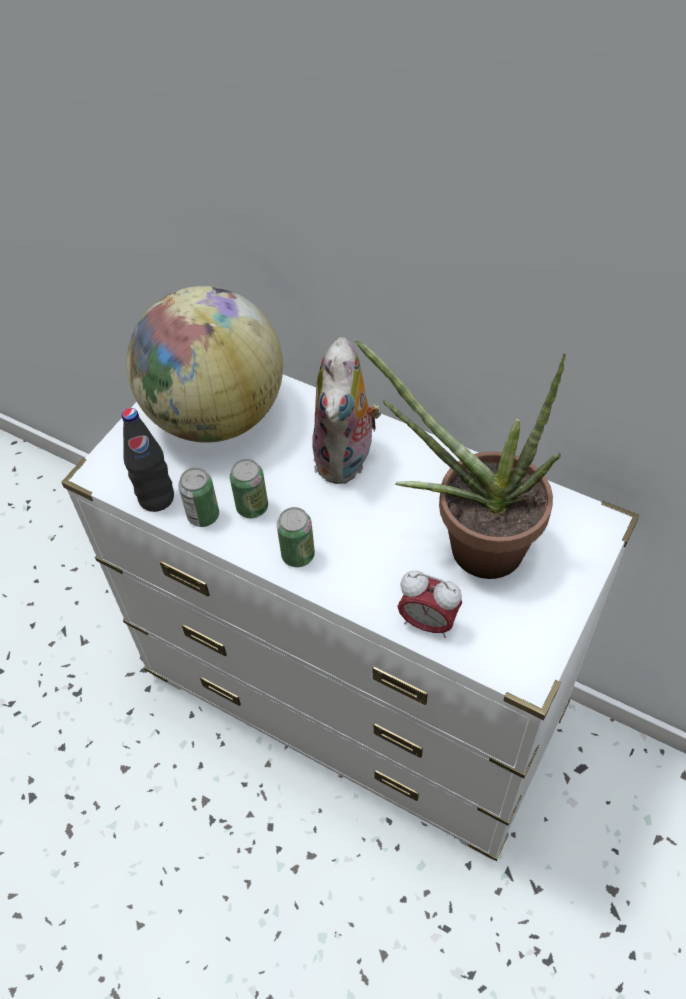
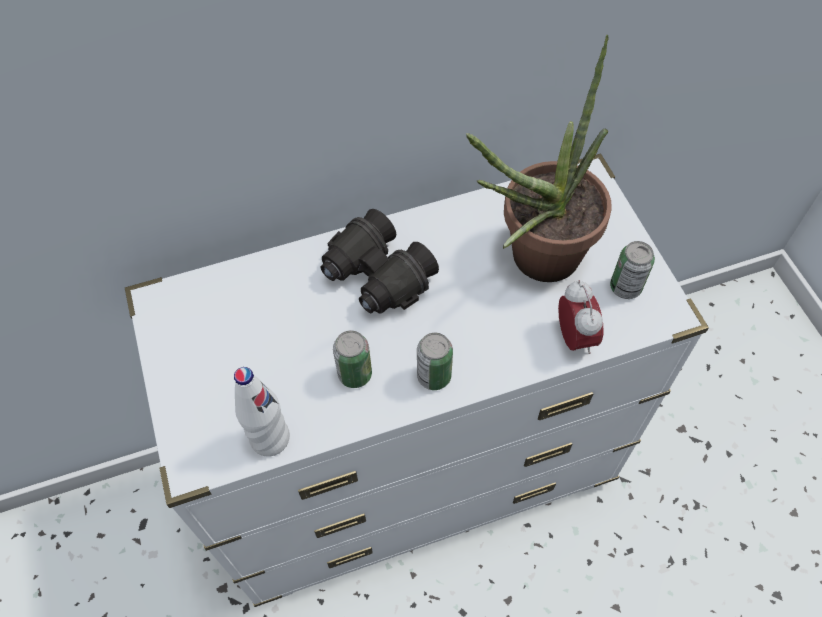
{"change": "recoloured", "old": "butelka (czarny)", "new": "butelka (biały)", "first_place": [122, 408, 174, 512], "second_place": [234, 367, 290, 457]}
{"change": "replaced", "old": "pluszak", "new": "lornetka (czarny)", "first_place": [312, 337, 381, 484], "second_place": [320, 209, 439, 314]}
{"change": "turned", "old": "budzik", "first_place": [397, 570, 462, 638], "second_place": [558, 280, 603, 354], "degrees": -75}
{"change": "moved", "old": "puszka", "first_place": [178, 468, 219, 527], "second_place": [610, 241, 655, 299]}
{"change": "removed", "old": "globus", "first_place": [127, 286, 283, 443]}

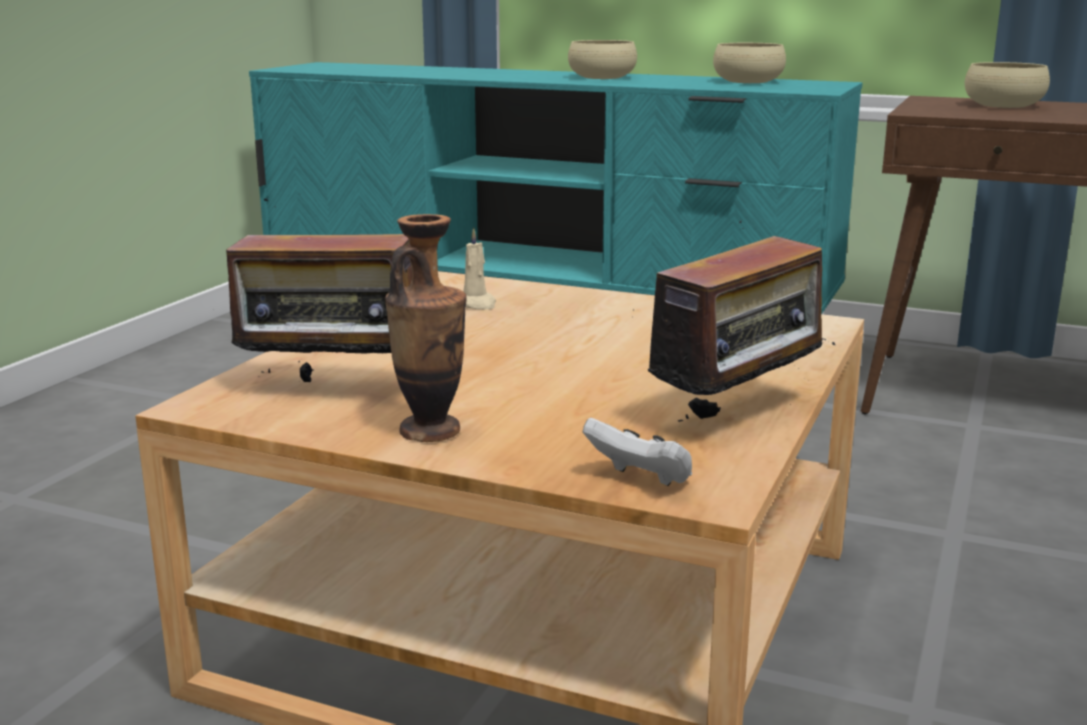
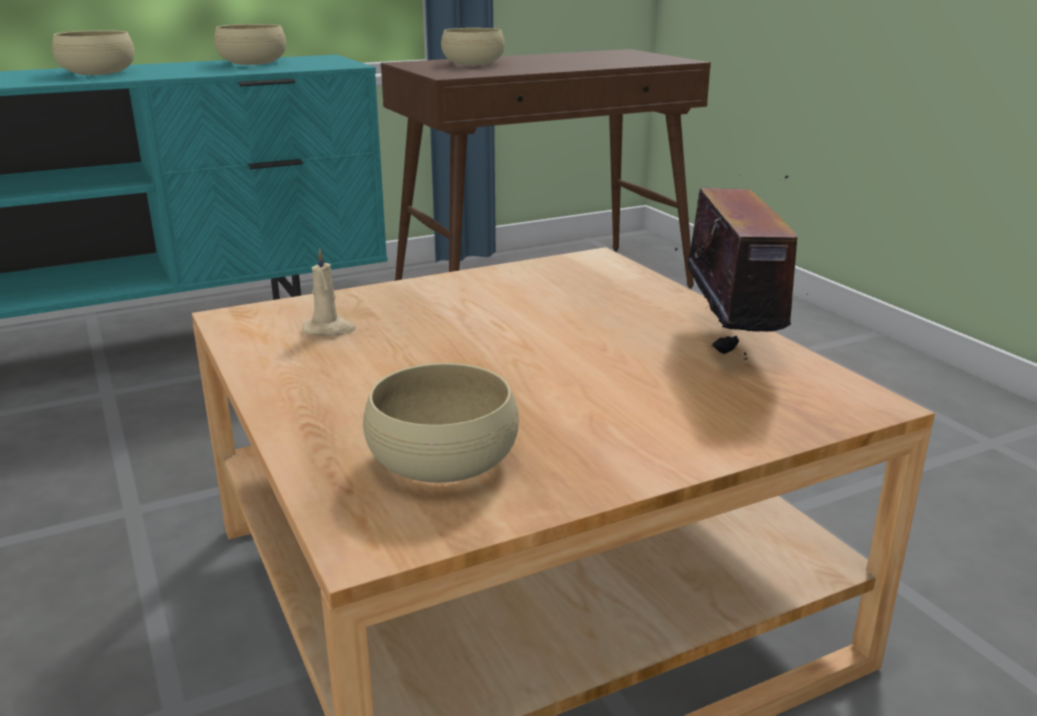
{"change": "replaced", "old": "radio", "new": "miska (beżowy)", "first_place": [226, 193, 412, 382], "second_place": [363, 363, 519, 483]}
{"change": "removed", "old": "wazon", "first_place": [385, 214, 467, 442]}
{"change": "removed", "old": "pad do gier (biały)", "first_place": [582, 418, 692, 486]}

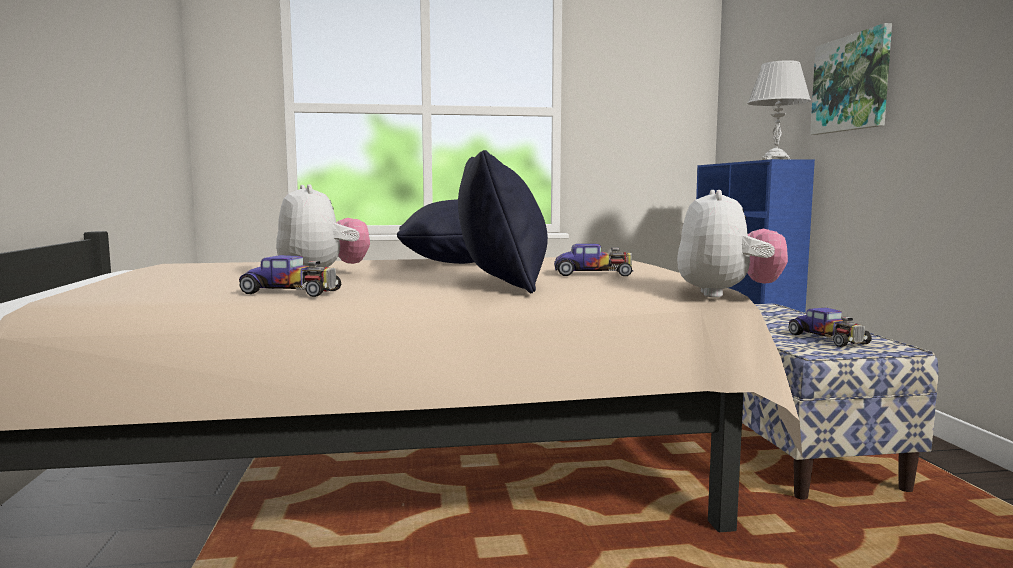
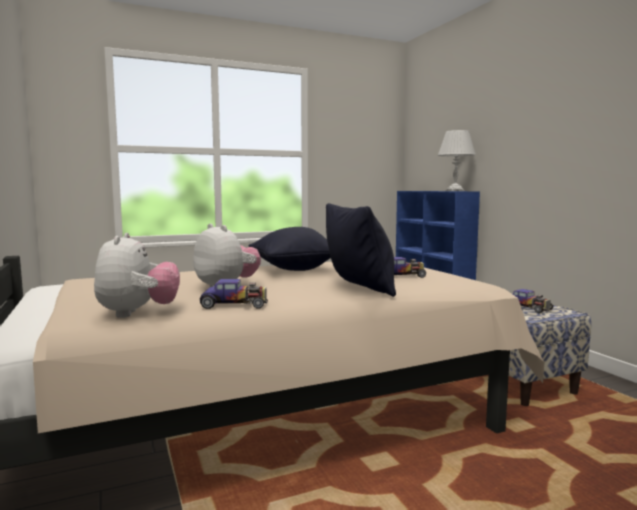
{"change": "moved", "old": "pluszak", "first_place": [677, 190, 788, 298], "second_place": [94, 233, 180, 318]}
{"change": "removed", "old": "obraz", "first_place": [810, 23, 892, 135]}

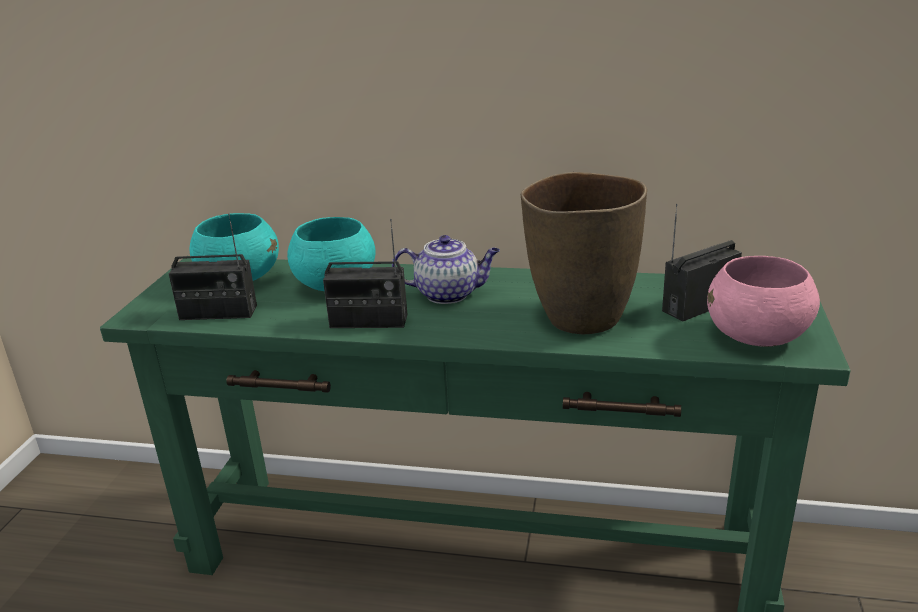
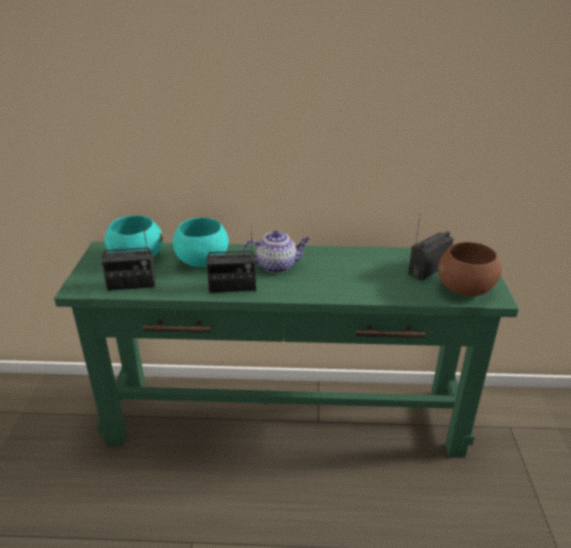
{"change": "recoloured", "old": "miska (różowy)", "new": "miska (brązowy)", "first_place": [707, 256, 820, 347], "second_place": [438, 242, 502, 296]}
{"change": "removed", "old": "wazon (brązowy)", "first_place": [521, 172, 647, 334]}

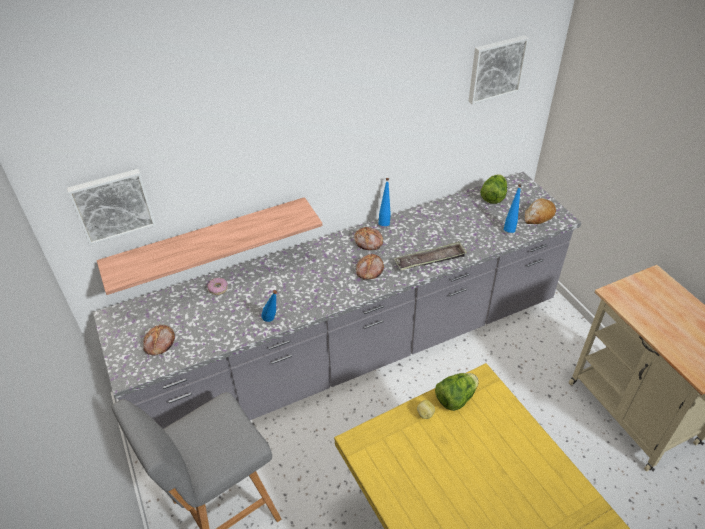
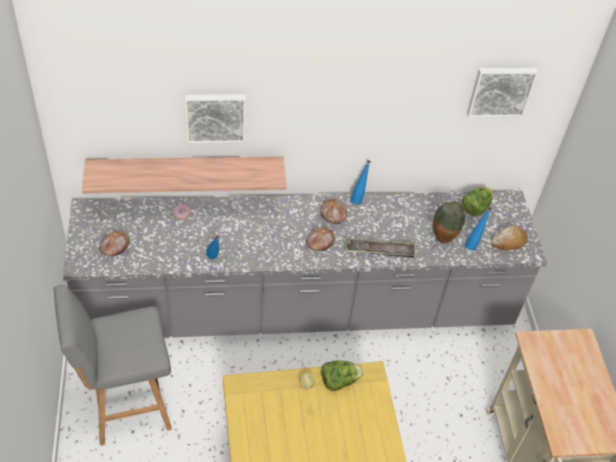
{"change": "moved", "old": "obraz", "first_place": [67, 169, 156, 245], "second_place": [185, 94, 246, 144]}
{"change": "added", "new": "wazon", "second_place": [433, 201, 465, 243]}

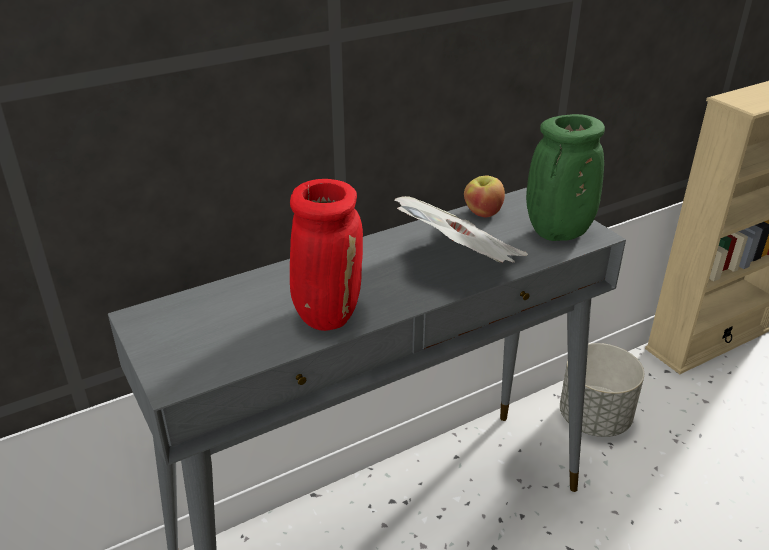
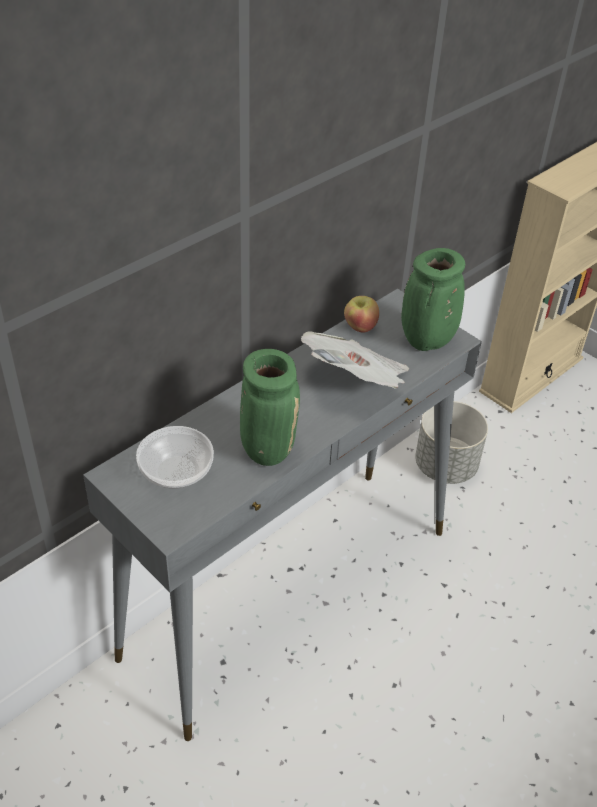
{"change": "added", "new": "miska", "second_place": [136, 426, 214, 489]}
{"change": "recoloured", "old": "wazon (czerwony)", "new": "wazon (zielony)", "first_place": [290, 179, 363, 331], "second_place": [240, 349, 300, 466]}

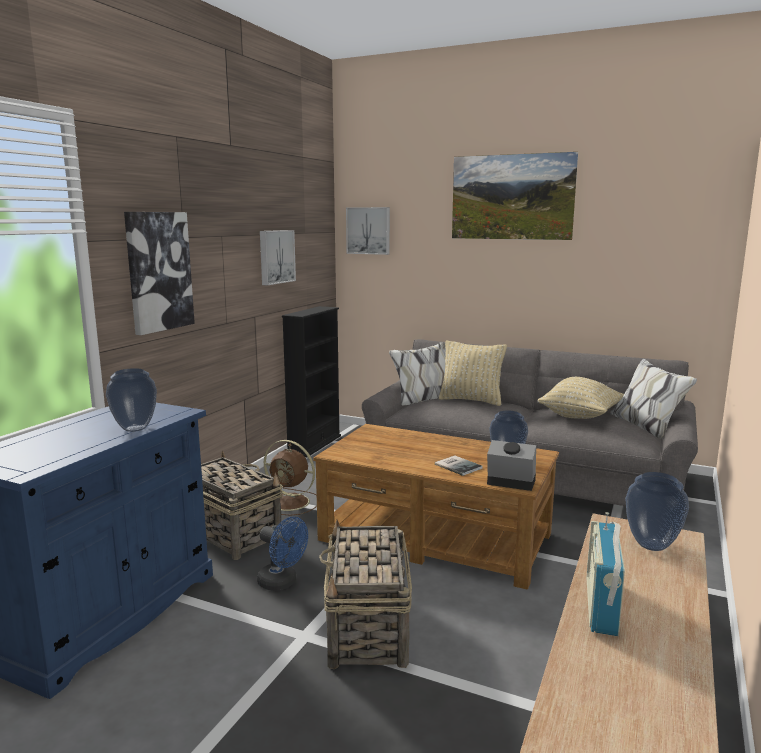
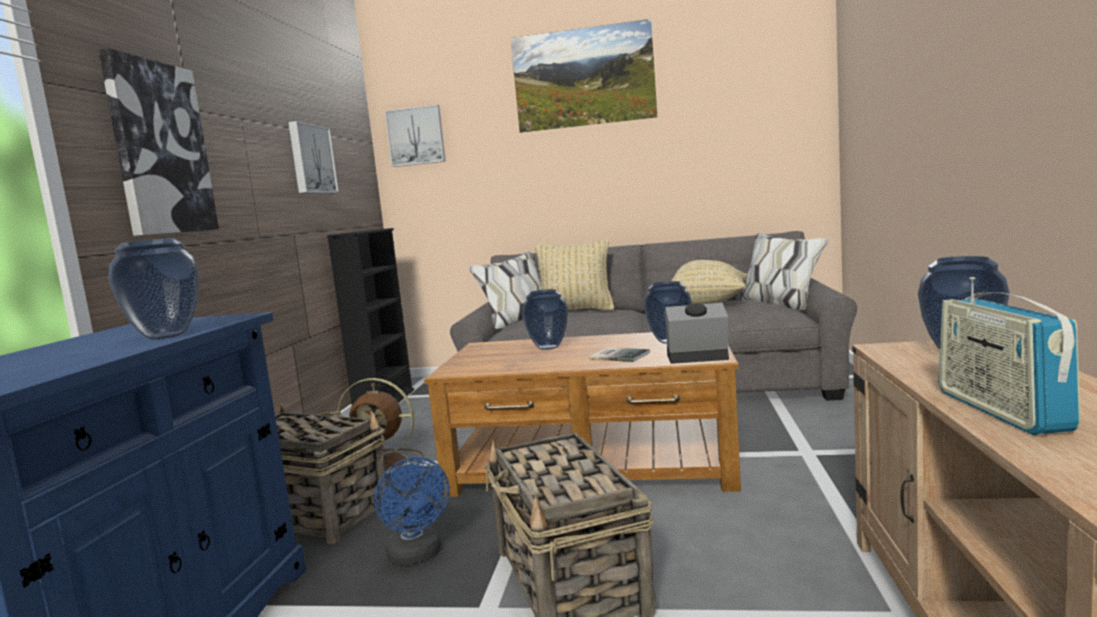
{"change": "turned", "old": "wentylator (niebieski)", "first_place": [257, 517, 308, 591], "second_place": [374, 457, 450, 565], "degrees": 45}
{"change": "added", "new": "wazon", "second_place": [522, 289, 568, 350]}

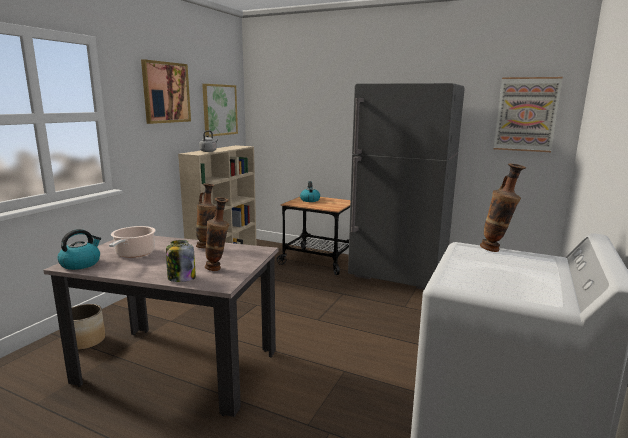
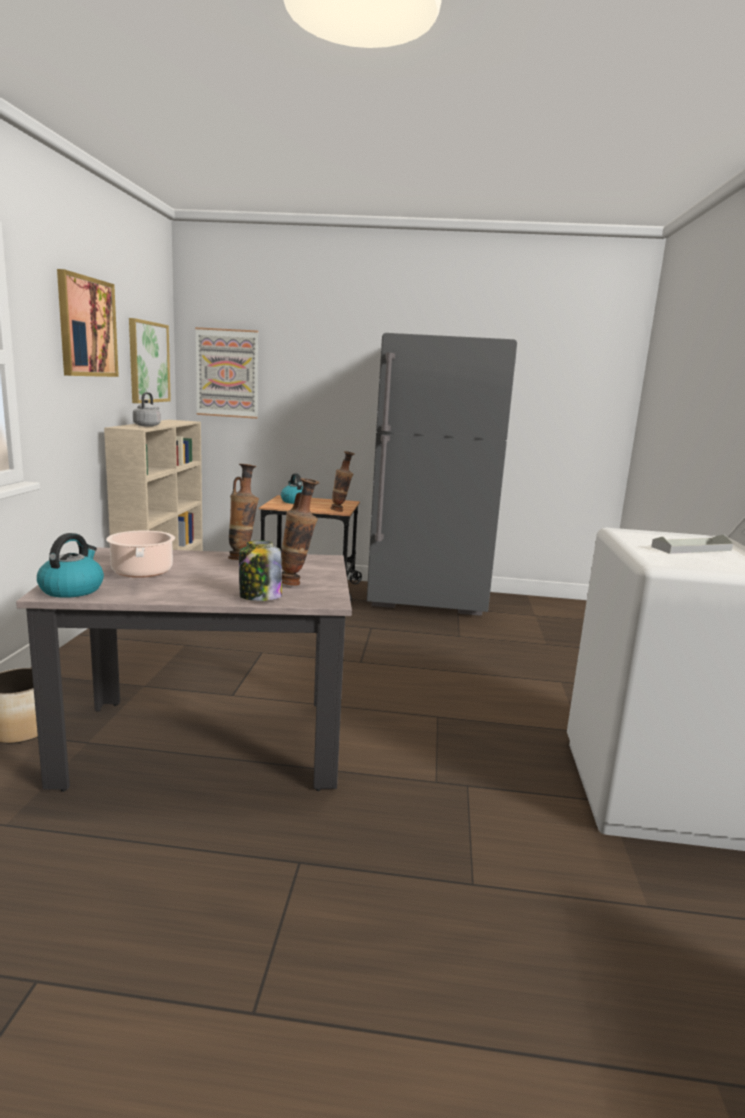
{"change": "moved", "old": "obraz", "first_place": [494, 77, 563, 152], "second_place": [195, 327, 258, 419]}
{"change": "moved", "old": "wazon", "first_place": [480, 163, 526, 252], "second_place": [330, 451, 355, 512]}
{"change": "added", "new": "taca (szary)", "second_place": [651, 534, 733, 554]}

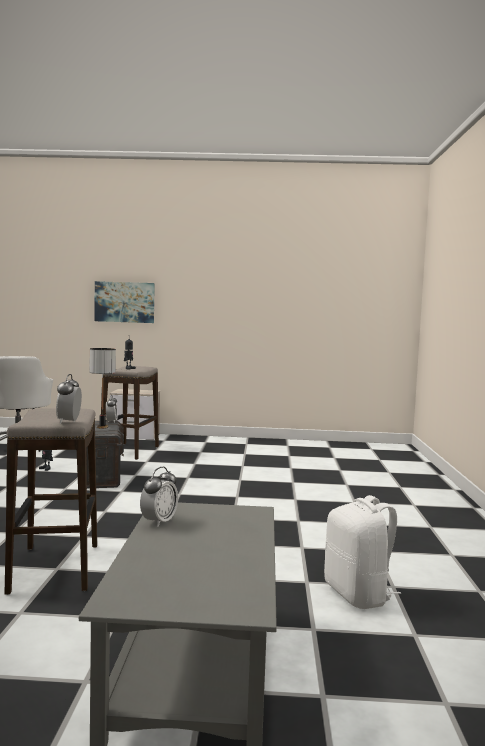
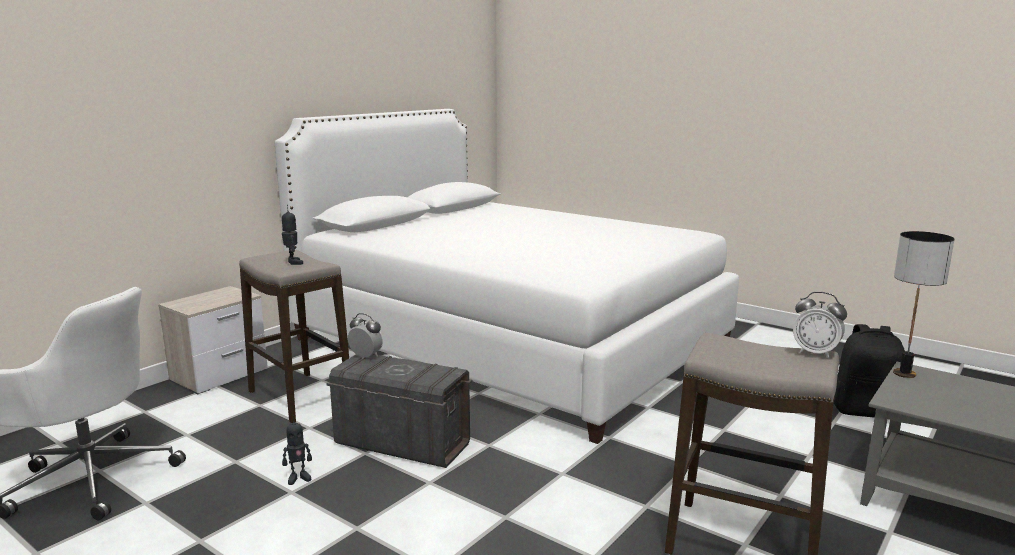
{"change": "added", "new": "łóżko (biały)", "second_place": [275, 109, 739, 444]}
{"change": "recoloured", "old": "plecak (biały)", "new": "plecak (czarny)", "first_place": [324, 495, 401, 609], "second_place": [834, 324, 905, 418]}
{"change": "moved", "old": "lampa stołowa", "first_place": [90, 348, 116, 428], "second_place": [893, 231, 954, 378]}
{"change": "removed", "old": "obraz", "first_place": [94, 281, 155, 323]}
{"change": "removed", "old": "budzik", "first_place": [140, 467, 178, 527]}

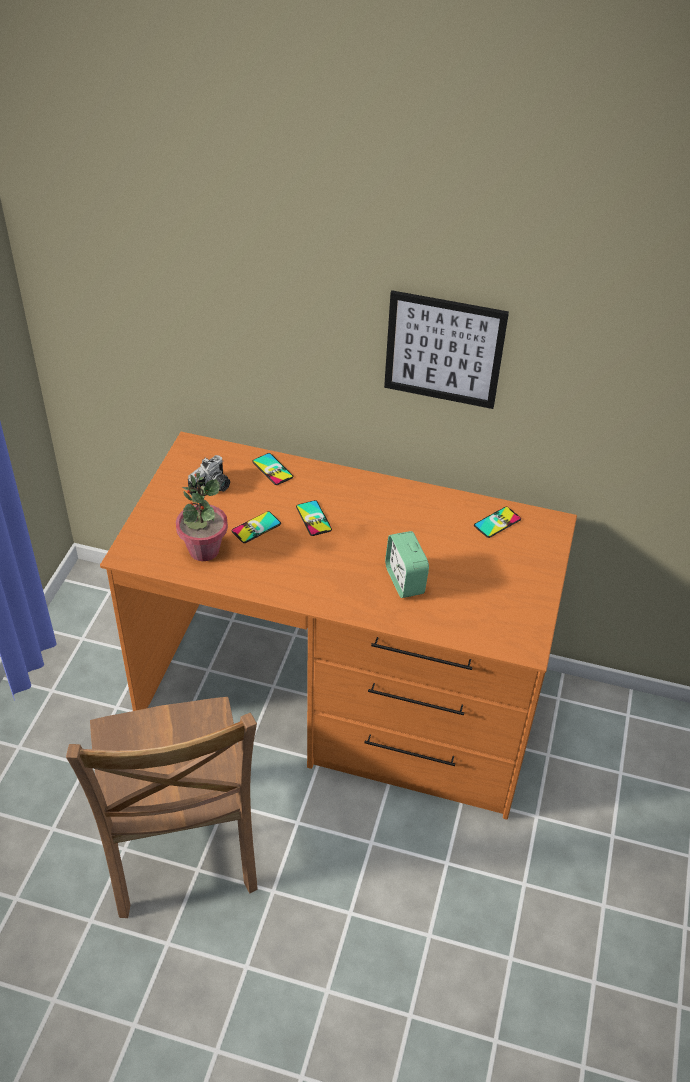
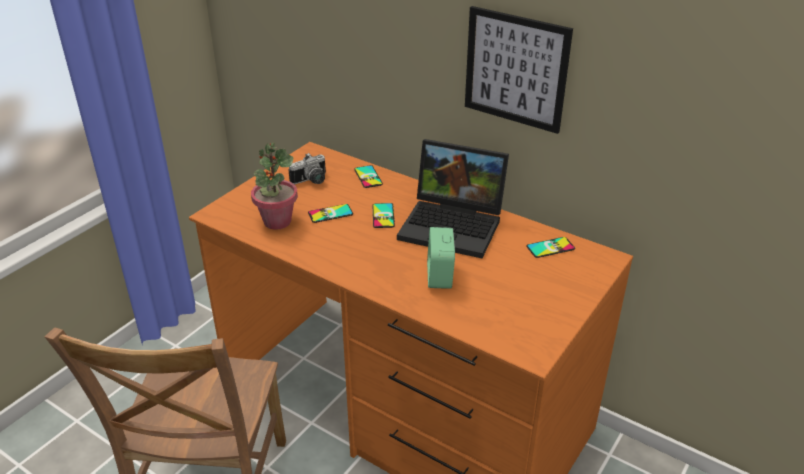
{"change": "added", "new": "laptop", "second_place": [397, 139, 509, 258]}

